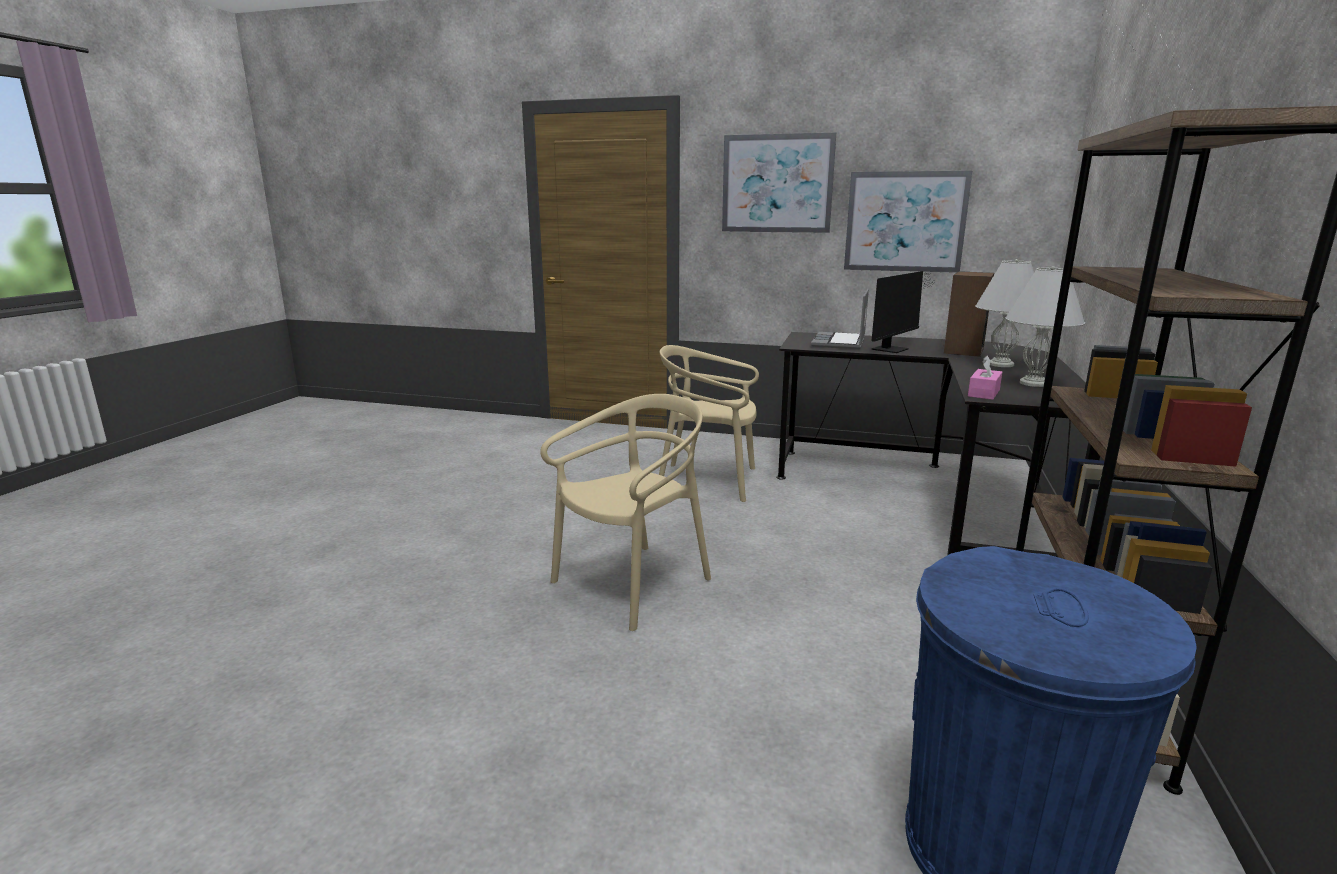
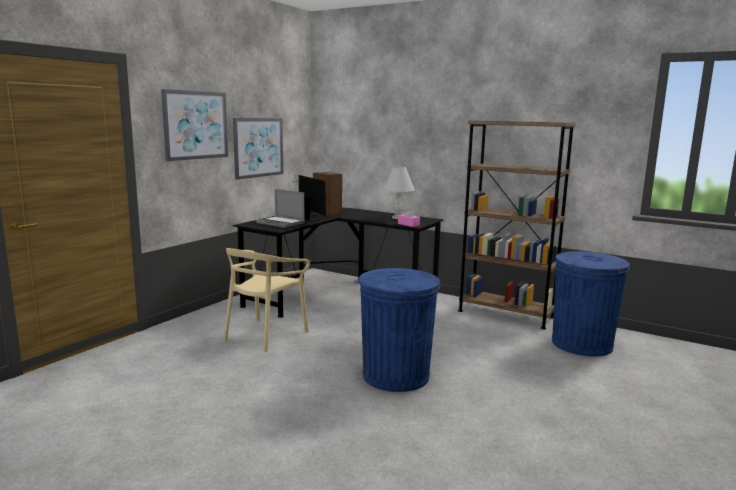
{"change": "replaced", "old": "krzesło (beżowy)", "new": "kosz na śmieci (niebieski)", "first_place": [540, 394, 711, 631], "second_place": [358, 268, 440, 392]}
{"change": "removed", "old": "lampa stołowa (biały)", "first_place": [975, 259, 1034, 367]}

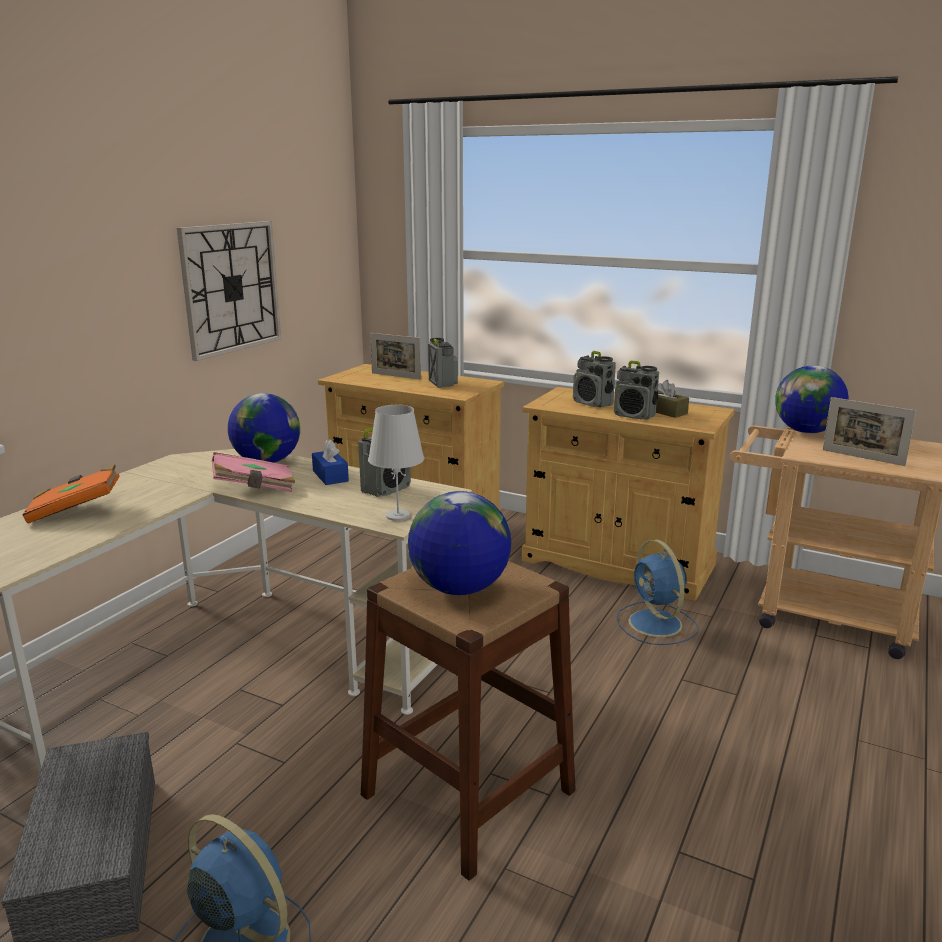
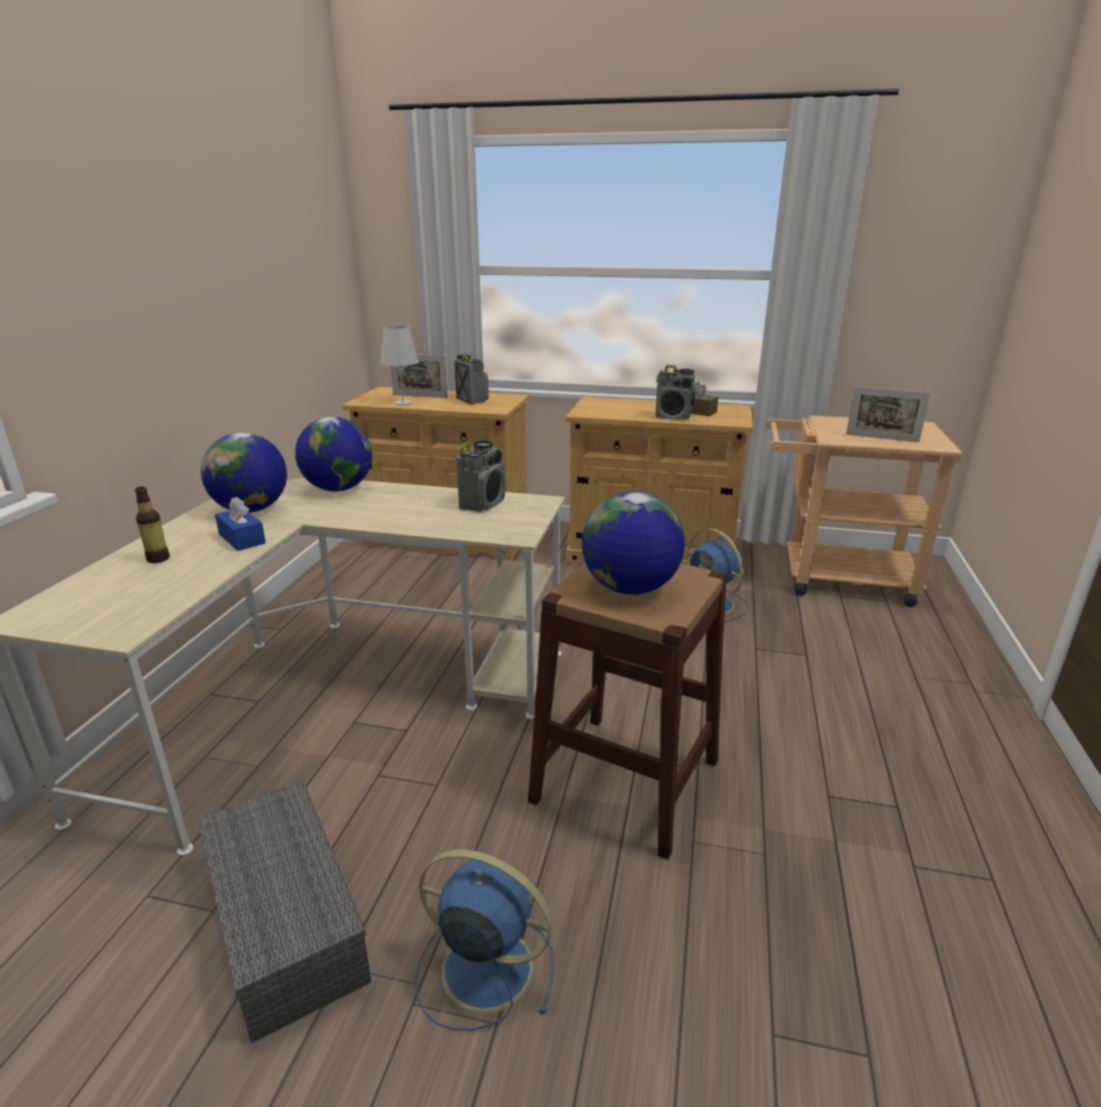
{"change": "replaced", "old": "książka (pomarańczowy)", "new": "butelka", "first_place": [23, 465, 120, 523], "second_place": [135, 487, 170, 563]}
{"change": "moved", "old": "globus", "first_place": [775, 365, 849, 433], "second_place": [201, 433, 287, 513]}
{"change": "moved", "old": "pudełko chusteczek (niebieski)", "first_place": [312, 440, 349, 485], "second_place": [215, 497, 266, 551]}
{"change": "moved", "old": "lampa stołowa (biały)", "first_place": [368, 405, 424, 521], "second_place": [380, 325, 419, 406]}
{"change": "removed", "old": "zegar ścienny", "first_place": [177, 221, 281, 361]}
{"change": "removed", "old": "książka (różowy)", "first_place": [212, 452, 295, 492]}
{"change": "removed", "old": "radio", "first_place": [573, 351, 616, 408]}

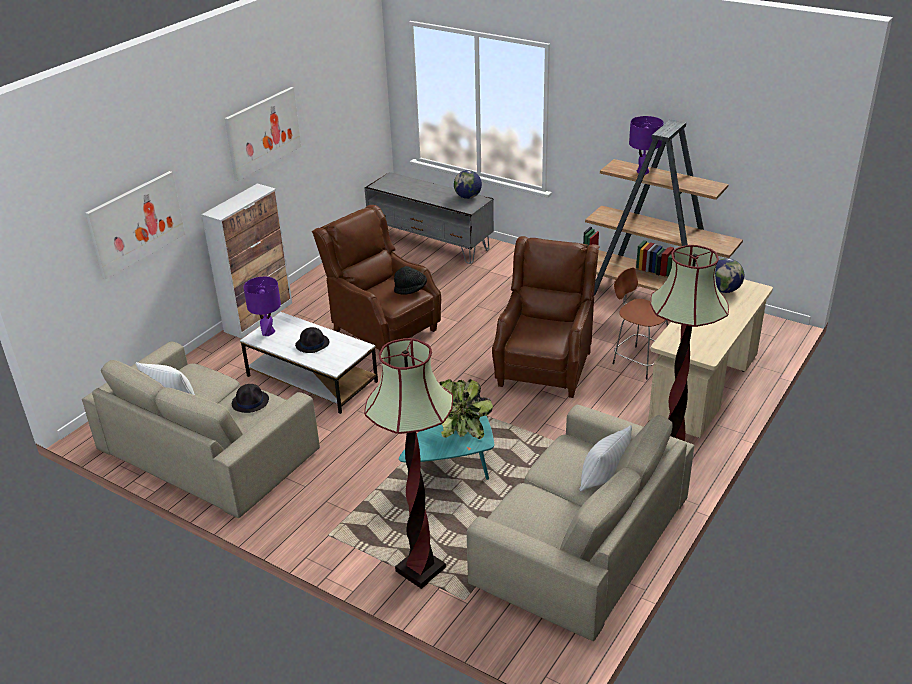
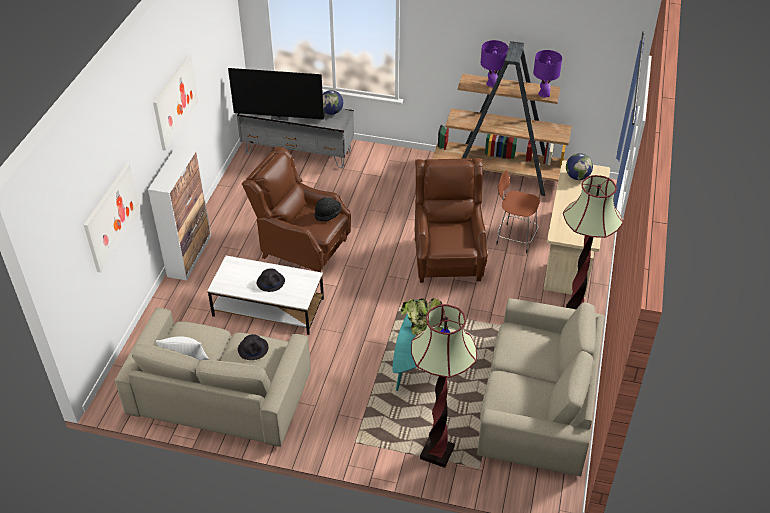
{"change": "added", "new": "telewizor", "second_place": [228, 68, 325, 120]}
{"change": "moved", "old": "lampa stołowa (fioletowy)", "first_place": [244, 277, 281, 336], "second_place": [533, 50, 562, 98]}
{"change": "removed", "old": "poduszka (biały)", "first_place": [579, 425, 632, 492]}

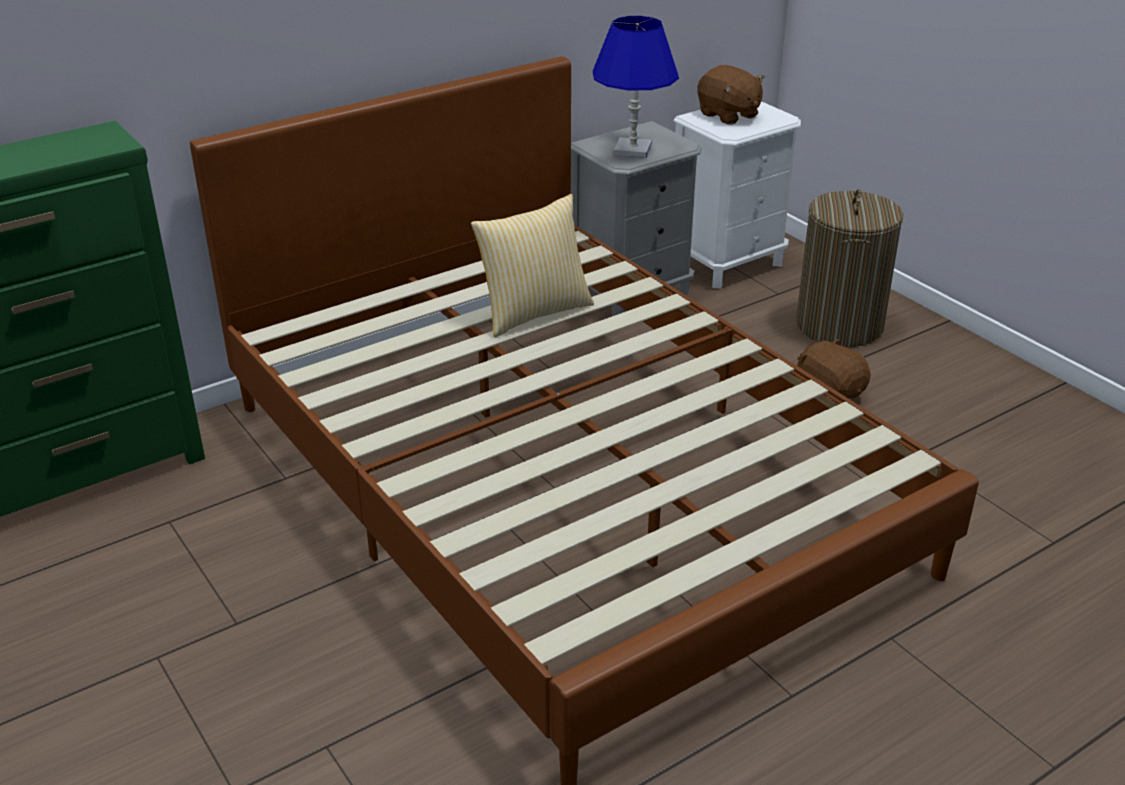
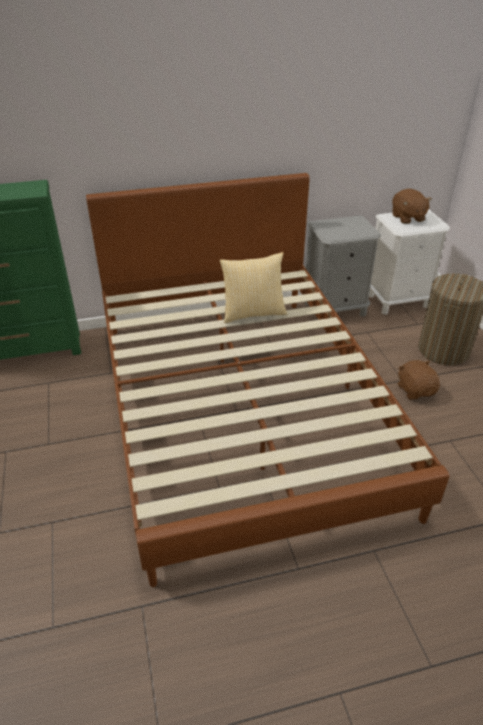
{"change": "removed", "old": "lampa stołowa (niebieski)", "first_place": [593, 16, 679, 158]}

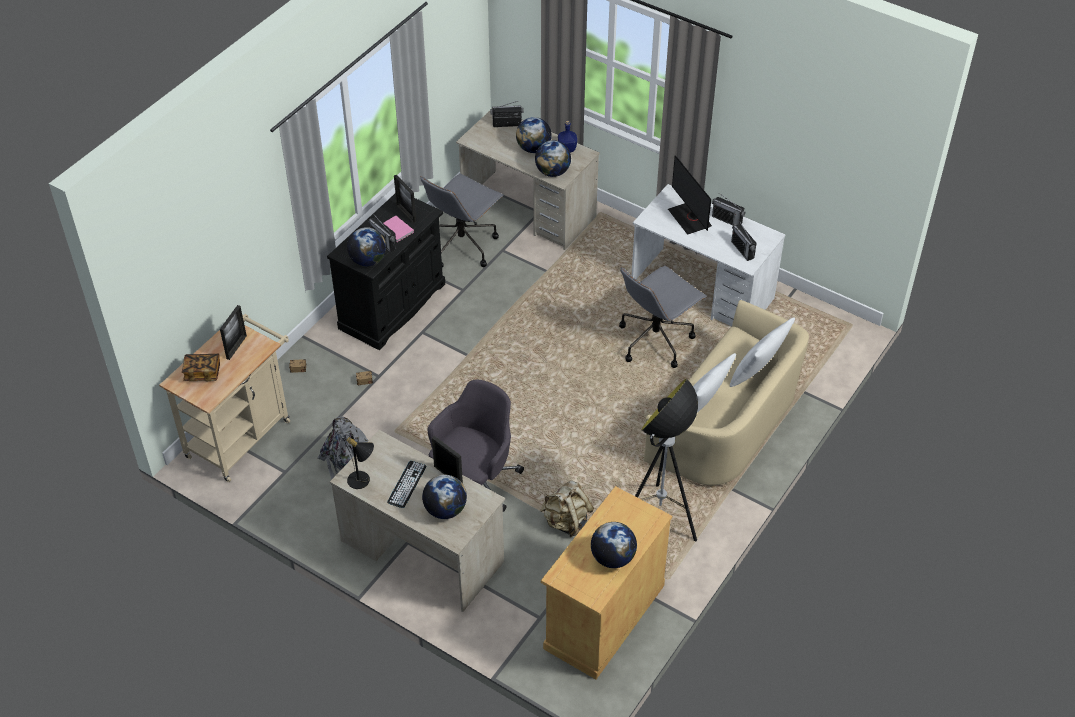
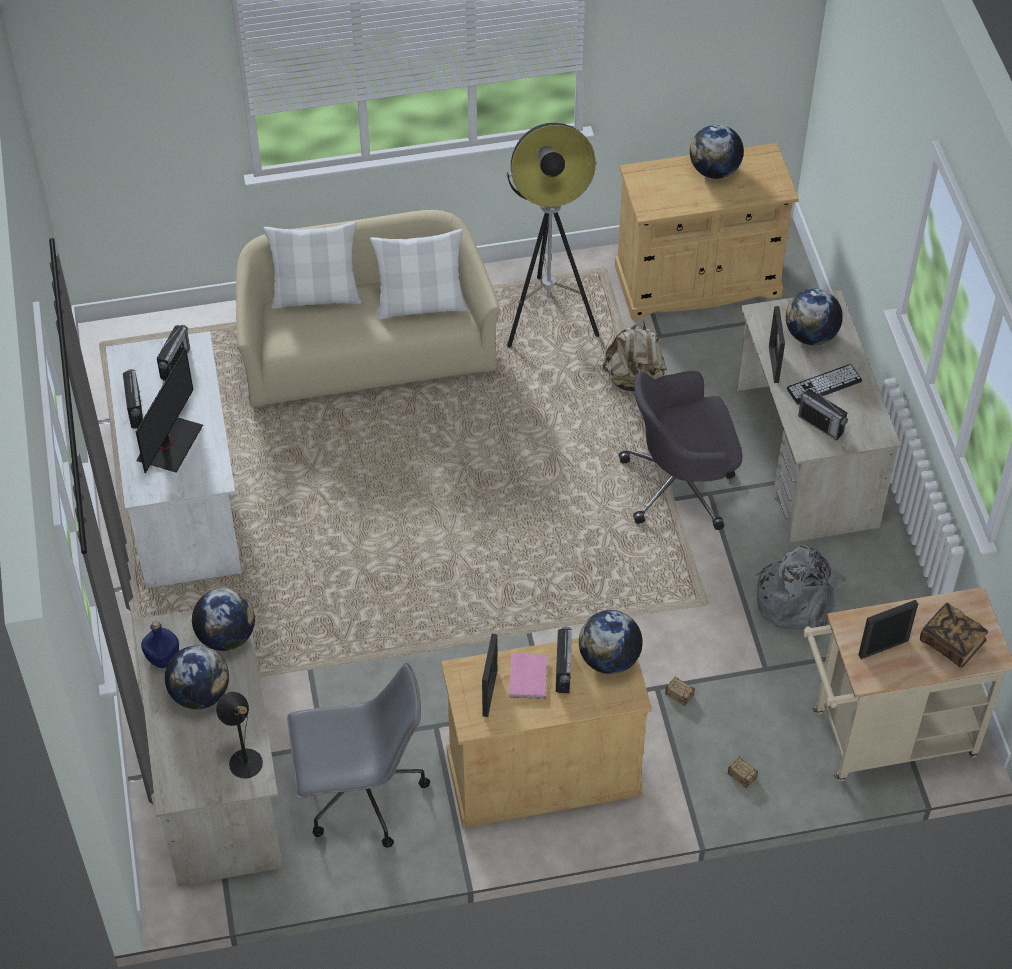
{"change": "moved", "old": "lampa stołowa (czarny)", "first_place": [344, 434, 374, 489], "second_place": [216, 692, 263, 779]}
{"change": "recoloured", "old": "szafka (czarny)", "new": "szafka (beżowy)", "first_place": [327, 194, 445, 350], "second_place": [441, 638, 652, 828]}
{"change": "moved", "old": "radio", "first_place": [490, 101, 524, 127], "second_place": [798, 385, 848, 441]}
{"change": "removed", "old": "krzesło biurowe (szary)", "first_place": [619, 266, 707, 368]}

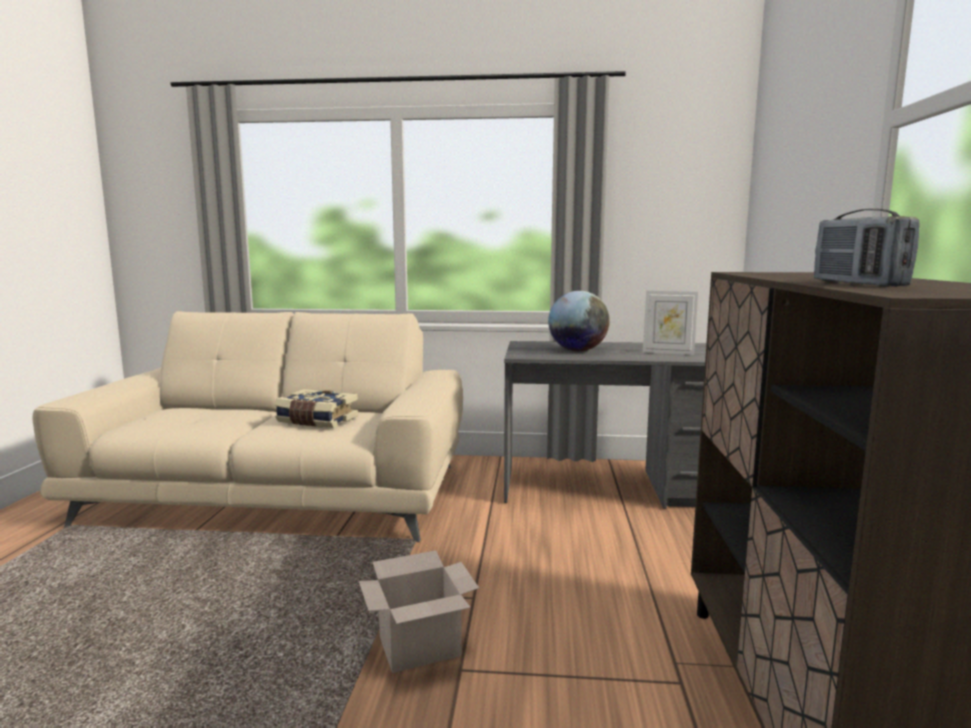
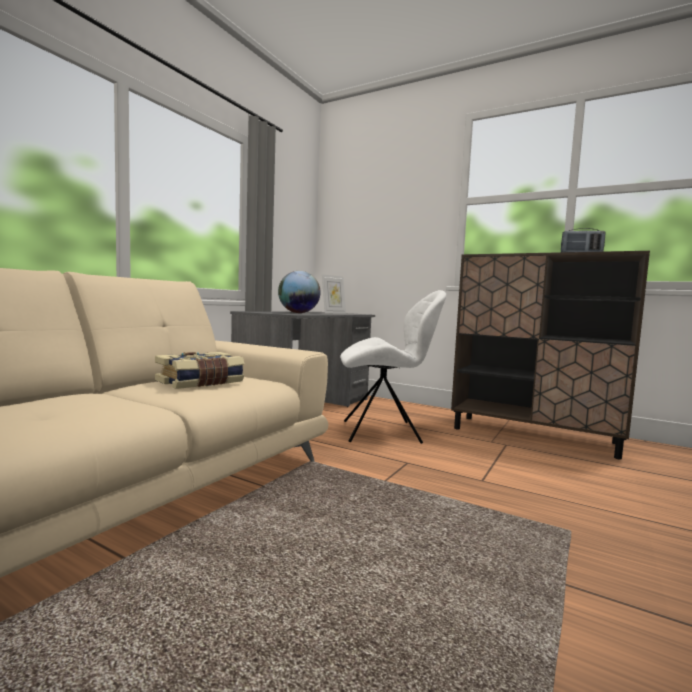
{"change": "added", "new": "krzesło (biały)", "second_place": [340, 290, 446, 444]}
{"change": "removed", "old": "karton", "first_place": [359, 550, 479, 673]}

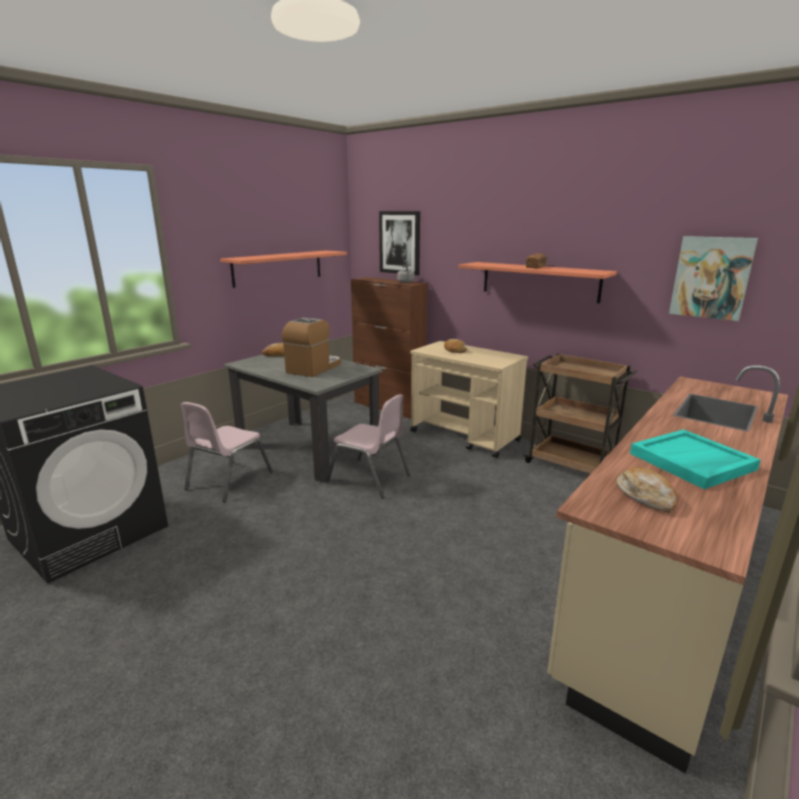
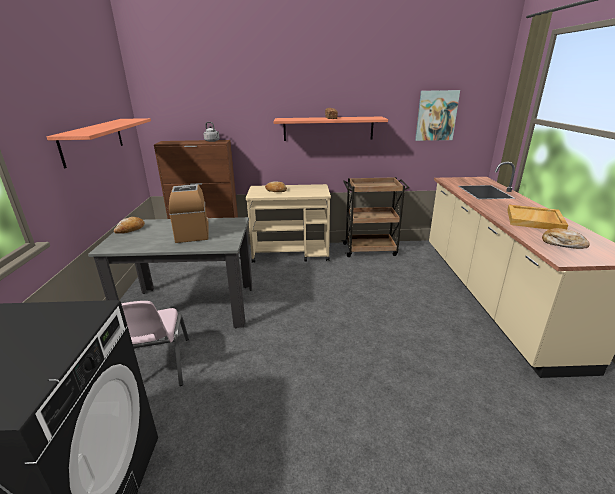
{"change": "recoloured", "old": "taca (turkusowy)", "new": "taca (beżowy)", "first_place": [630, 429, 761, 489], "second_place": [507, 205, 568, 230]}
{"change": "removed", "old": "krzesło (różowy)", "first_place": [327, 394, 410, 498]}
{"change": "removed", "old": "obraz", "first_place": [379, 211, 420, 275]}

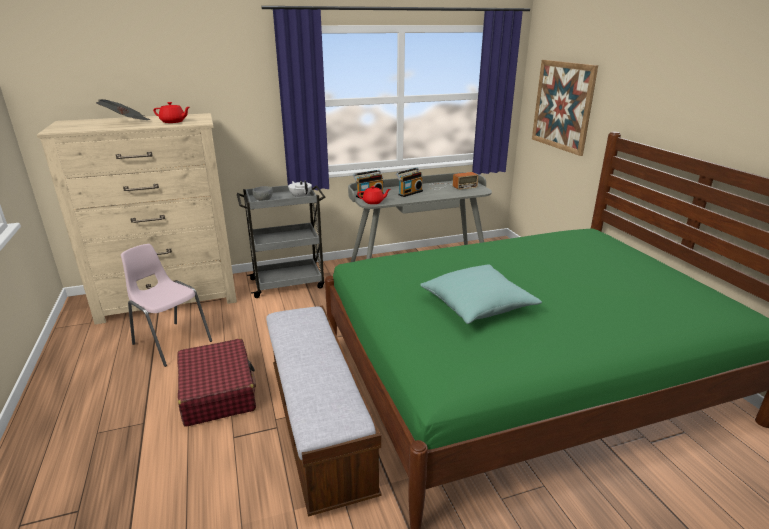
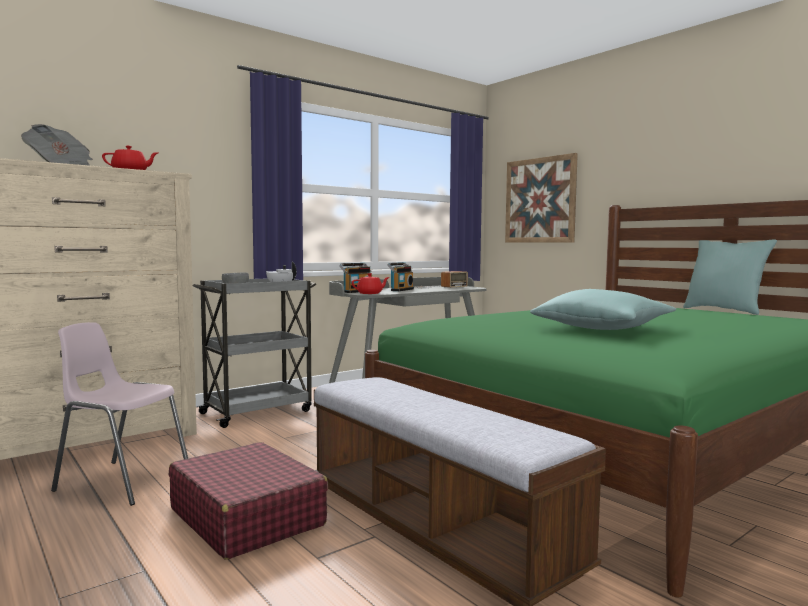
{"change": "added", "new": "poduszka (turkusowy)", "second_place": [683, 239, 777, 315]}

